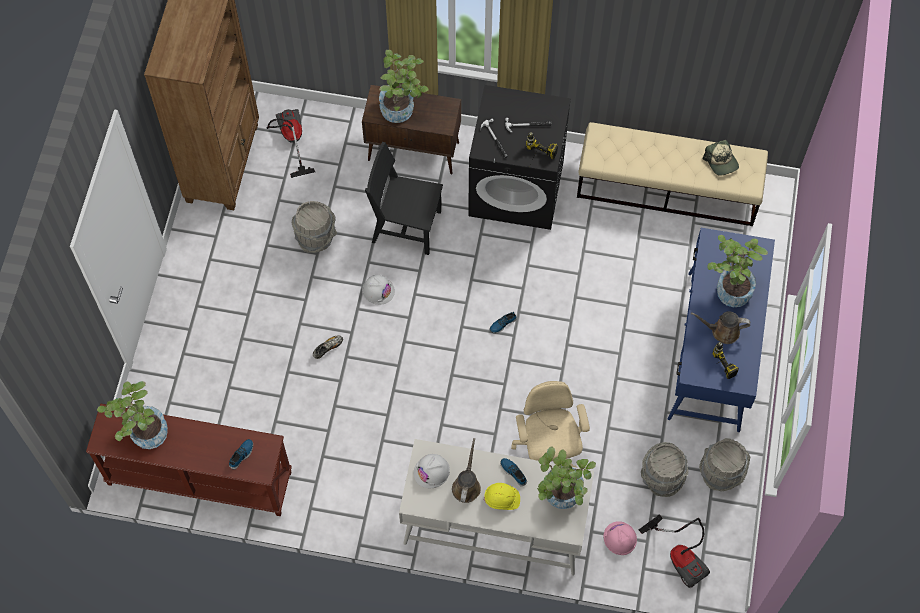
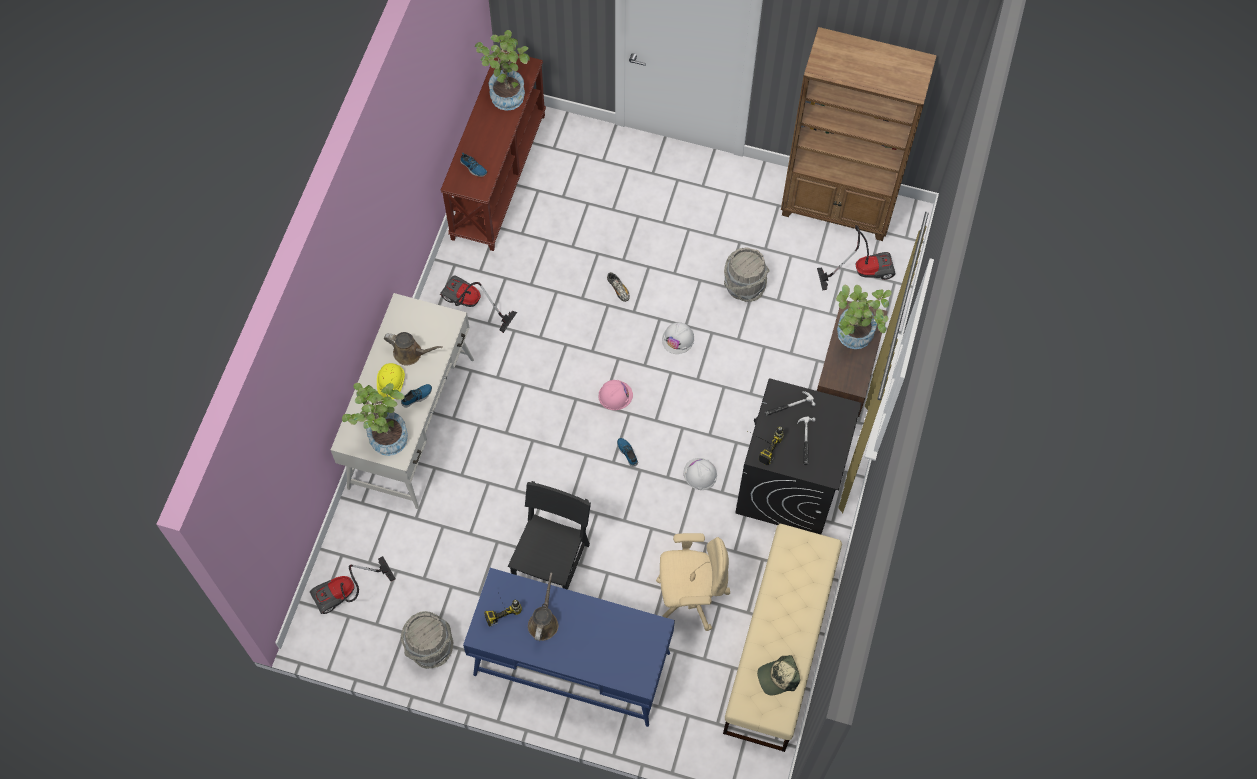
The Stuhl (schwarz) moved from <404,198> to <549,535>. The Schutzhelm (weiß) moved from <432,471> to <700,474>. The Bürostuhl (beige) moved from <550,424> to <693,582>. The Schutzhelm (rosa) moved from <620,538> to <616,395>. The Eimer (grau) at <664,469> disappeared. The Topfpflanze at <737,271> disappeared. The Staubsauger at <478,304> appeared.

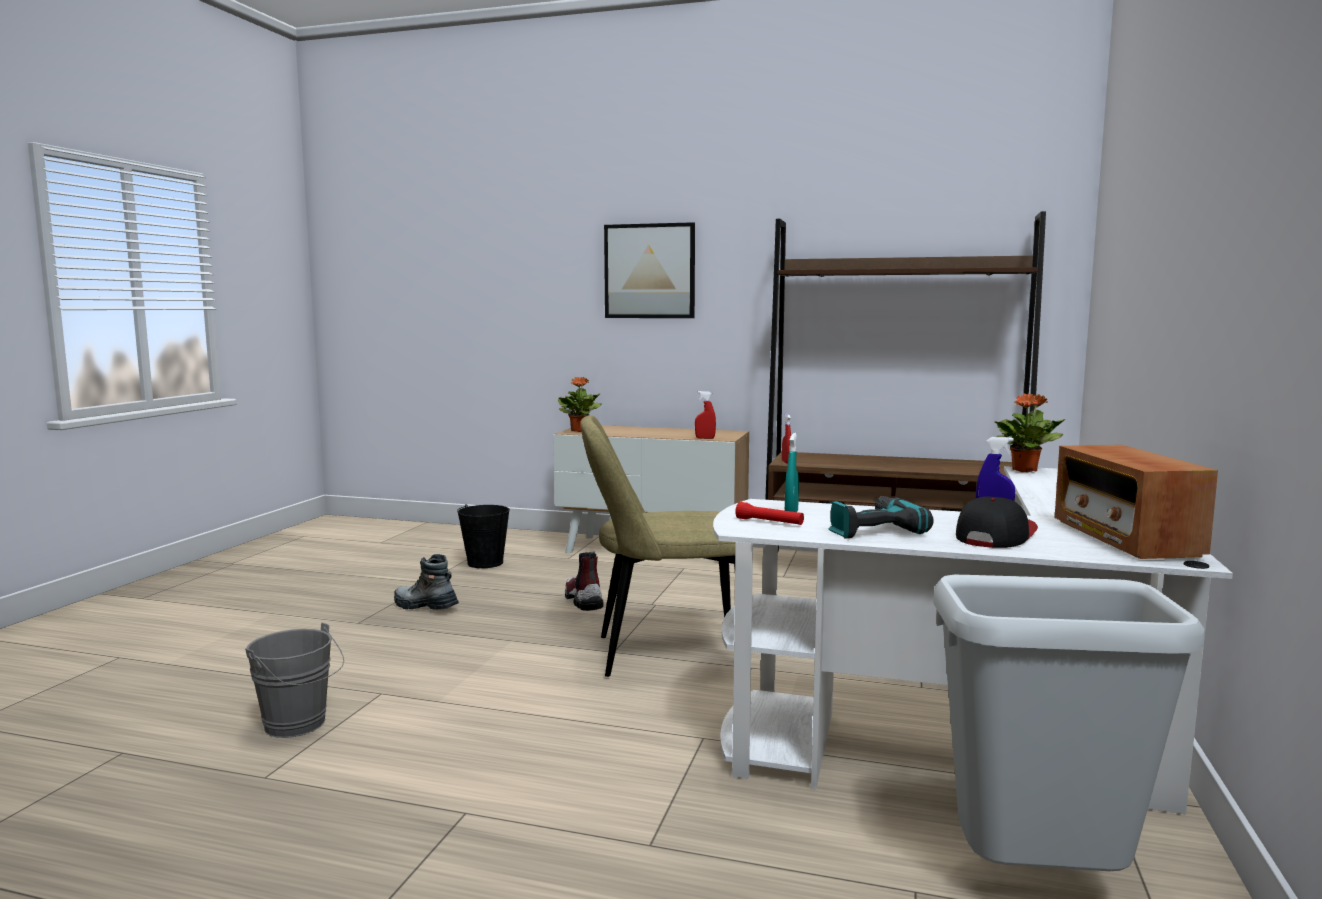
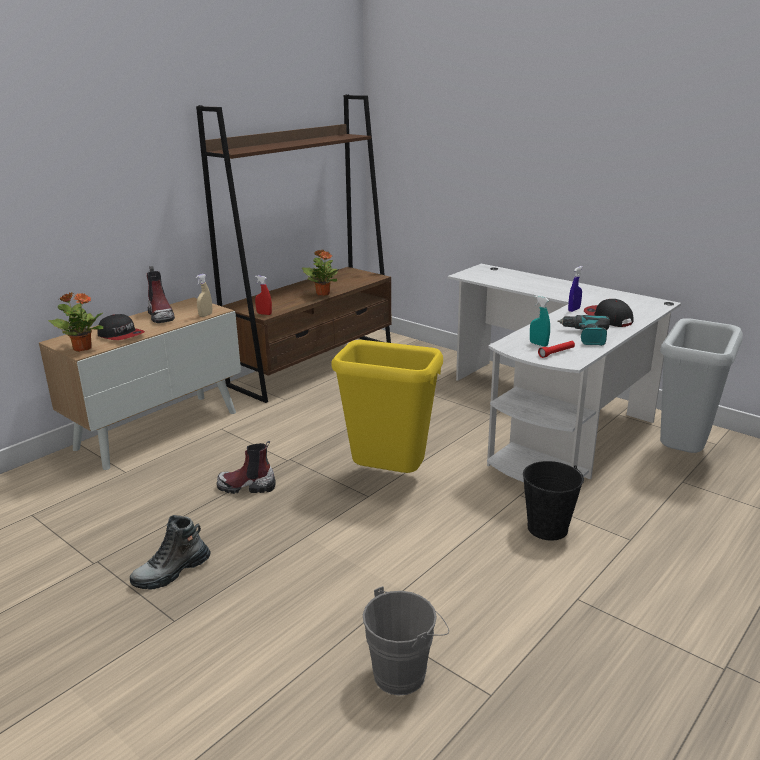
The Eimer (schwarz) moved from <483,536> to <553,501>. The Stuhl (beige) at <658,546> was replaced by the Mülleimer (gelb) at <387,406>. The Bild at <649,270> disappeared. The Sprühflasche (rot) at <705,415> became the Sprühflasche (beige) at <204,295>. The Topfpflanze moved from <1030,433> to <320,273>. The Radio at <1136,502> disappeared. The Kappe at <121,327> appeared. The Stiefel at <161,294> appeared.

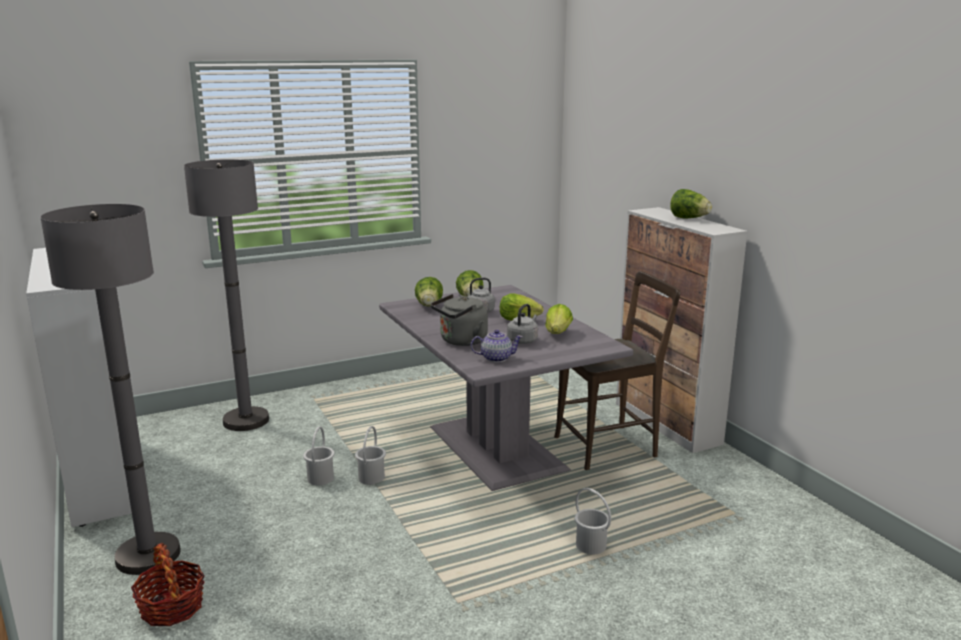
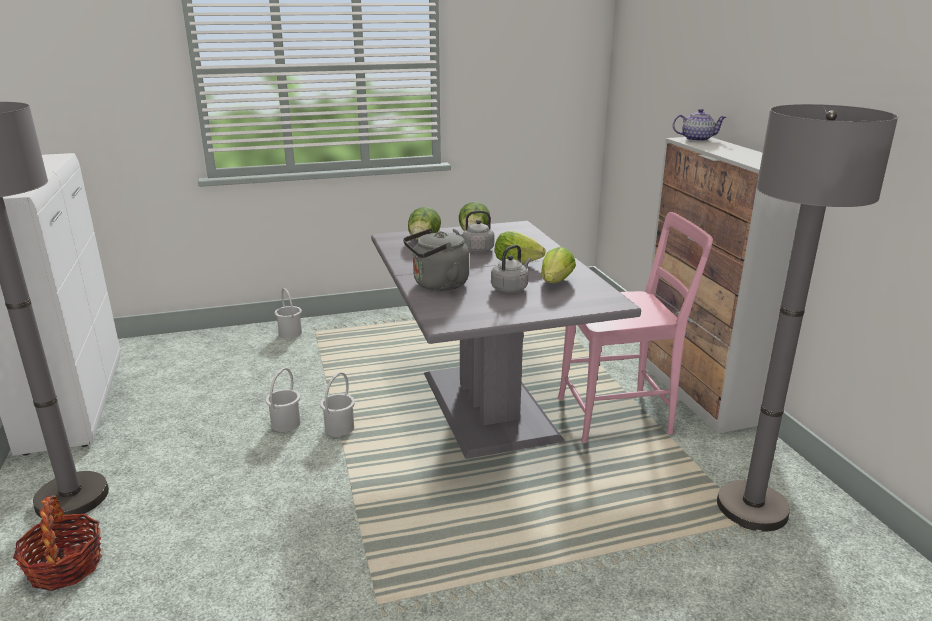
The Stehlampe (grau) moved from <226,295> to <807,318>. The Teekanne moved from <497,345> to <699,125>. The Stuhl (braun) at <617,370> became the Stuhl (rosa) at <635,327>. The Eimer (weiß) moved from <593,521> to <288,313>. The Salatkopf at <691,203> disappeared.

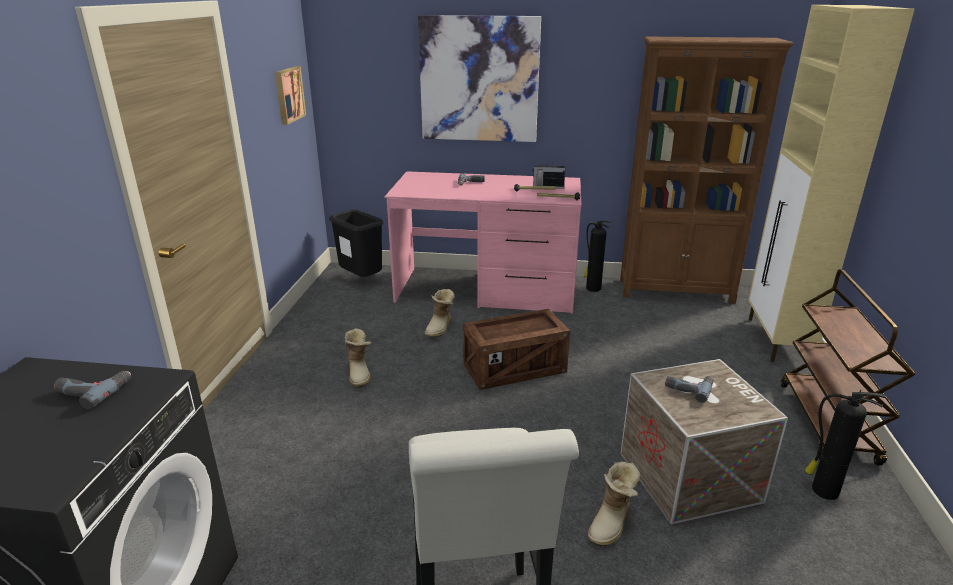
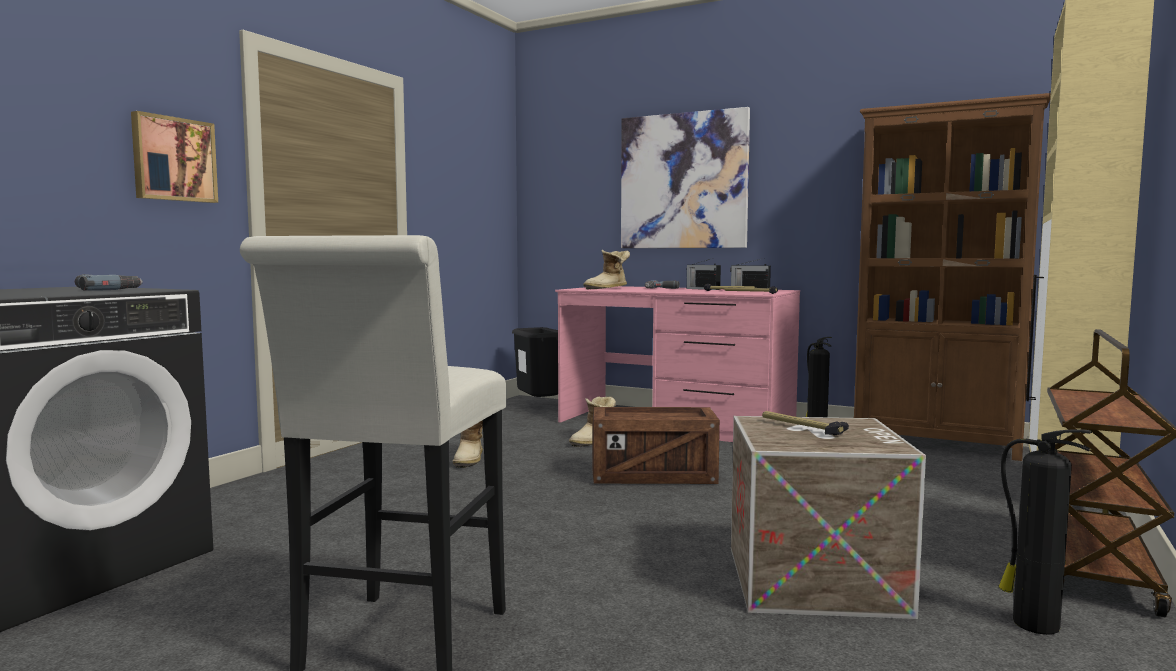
The Bild moved from <290,95> to <174,157>. The Stiefel moved from <614,504> to <606,270>. The Bohrmaschine at <689,389> was replaced by the Hammer at <805,423>. The Radio at <703,274> appeared.

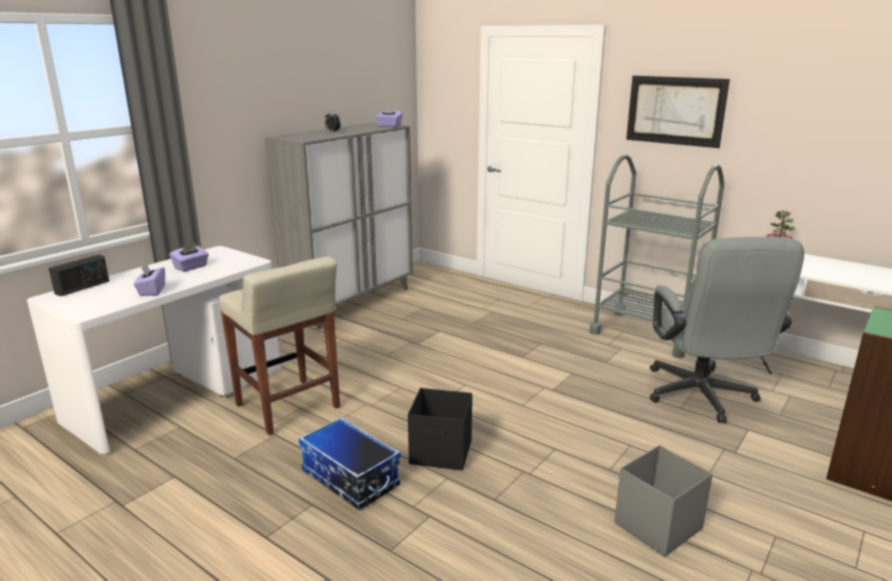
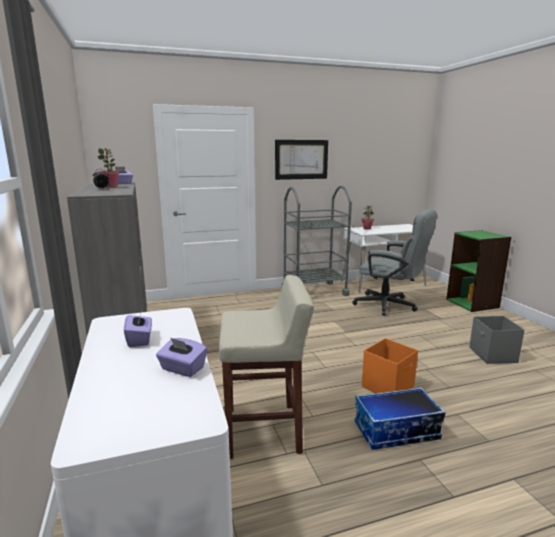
The Radio at <79,275> disappeared. The Aufbewahrungsbox (schwarz) at <440,429> became the Aufbewahrungsbox (orange) at <390,365>. The Topfpflanze at <109,168> appeared.

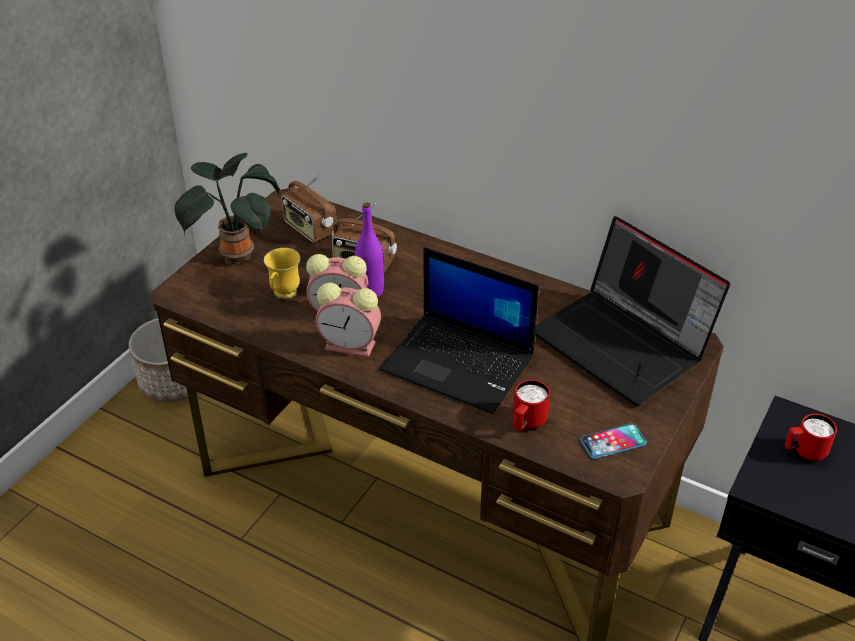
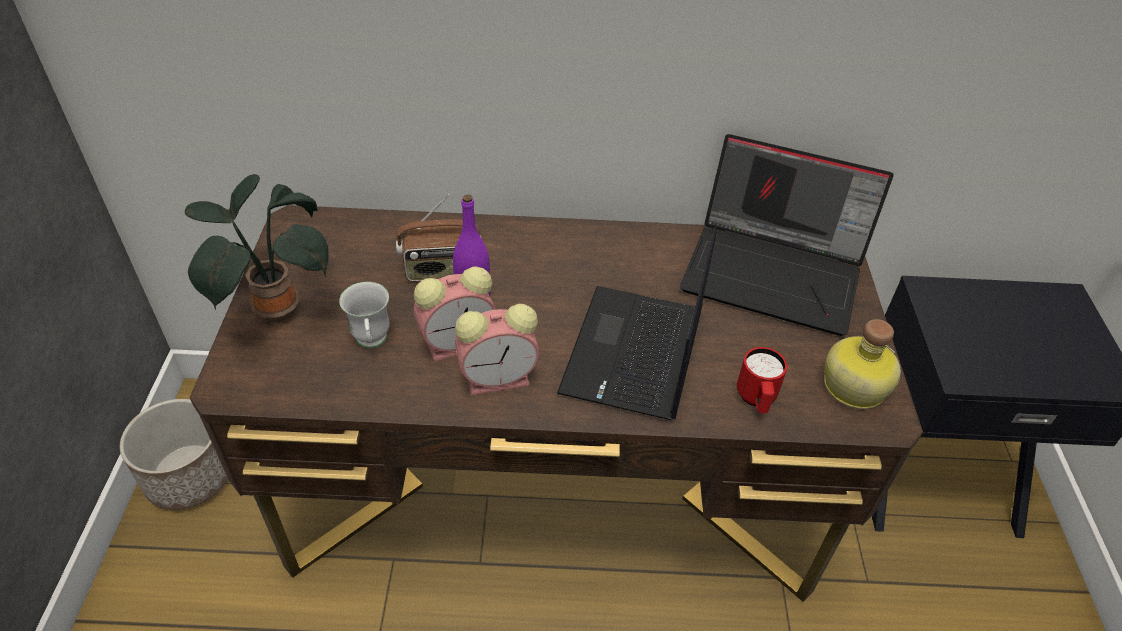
The Henkelbecher (gelb) at <282,273> became the Henkelbecher (weiß) at <364,315>. The Radio at <309,208> disappeared. The Laptop at <459,330> turned 105 degrees clockwise. The Handy at <613,441> was replaced by the Flasche at <862,364>. The Henkelbecher (rot) at <811,438> disappeared.

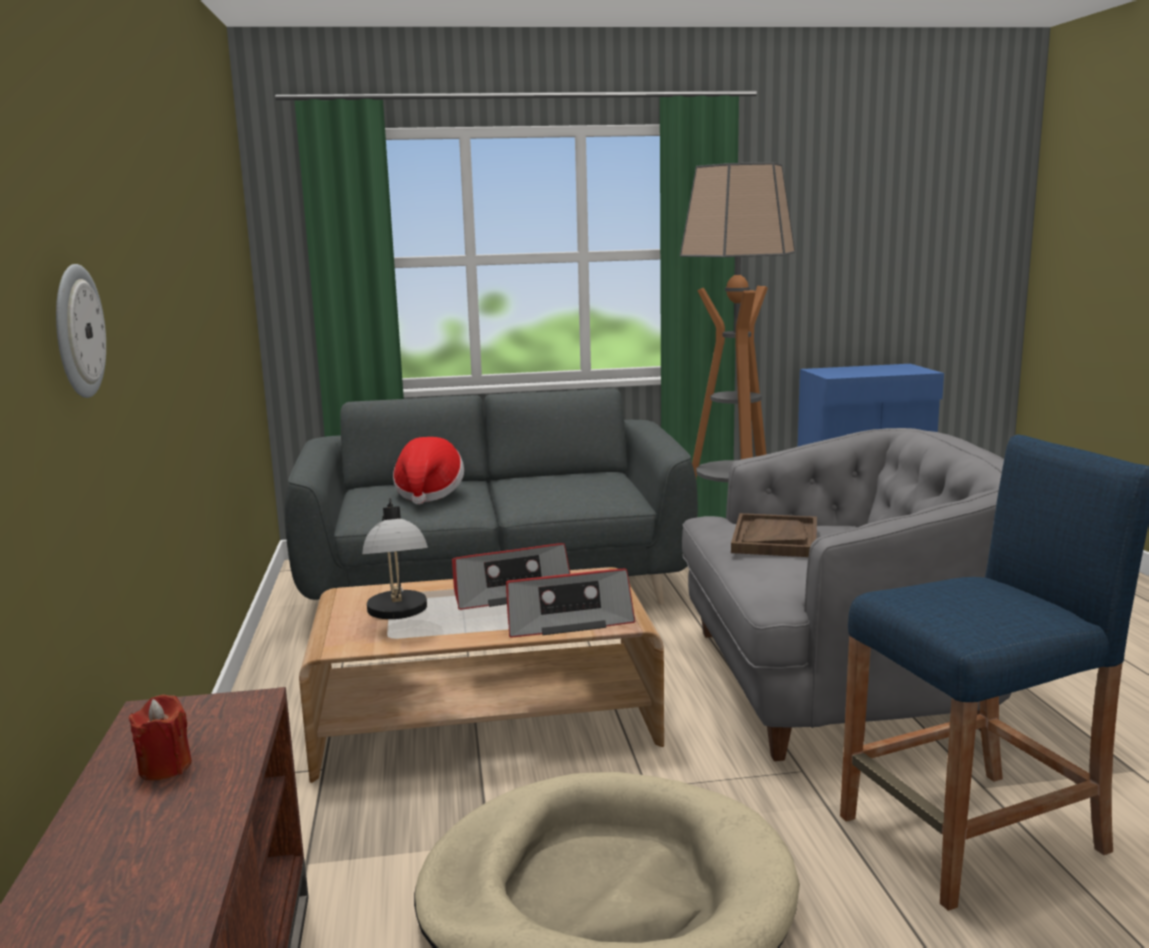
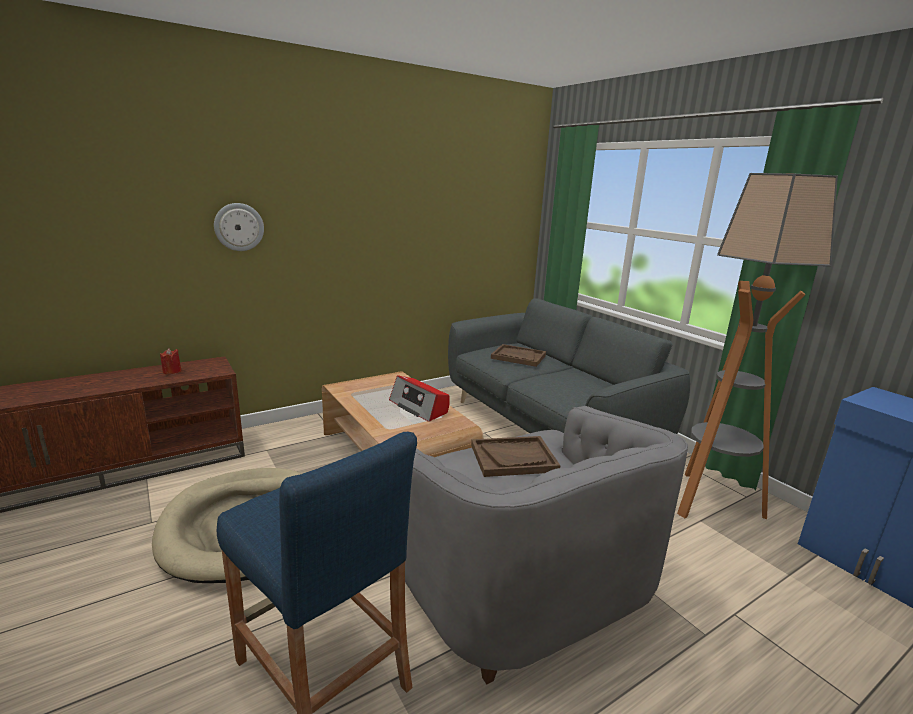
The Tischlampe at <395,558> disappeared. The Hut at <428,471> was replaced by the Tablett (braun) at <518,355>. The Radio at <570,603> disappeared.

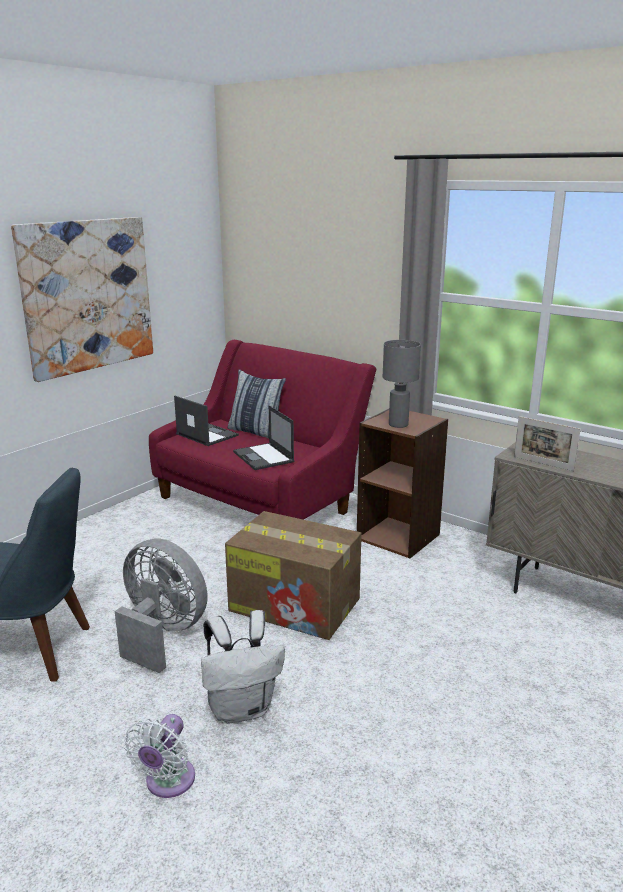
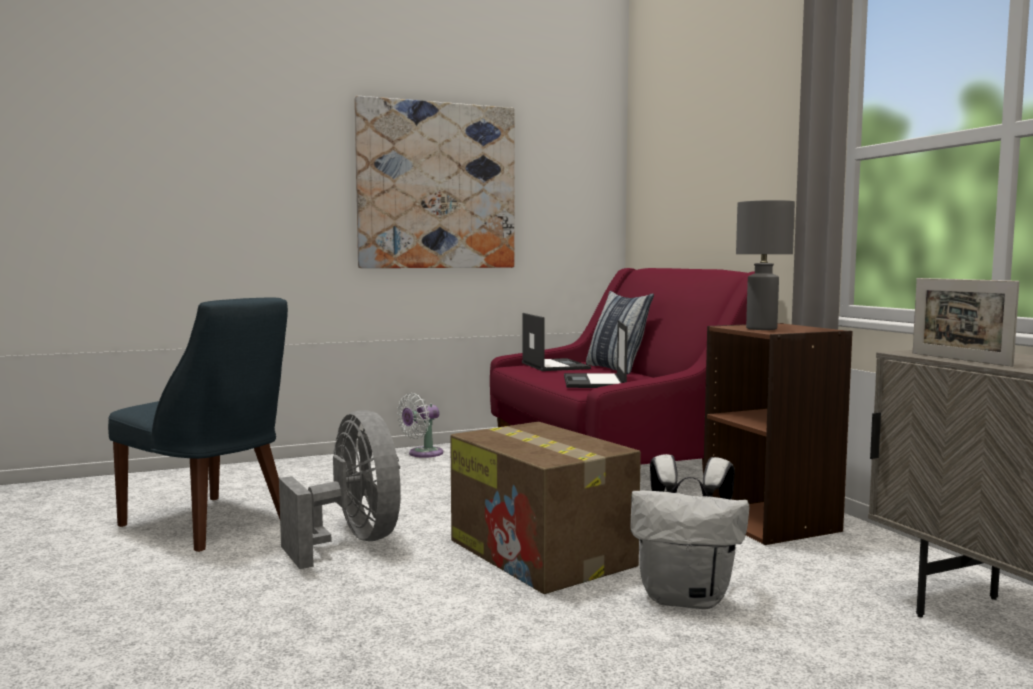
The Ventilator (weiß) moved from <159,756> to <420,425>. The Rucksack (weiß) moved from <243,667> to <689,531>.

